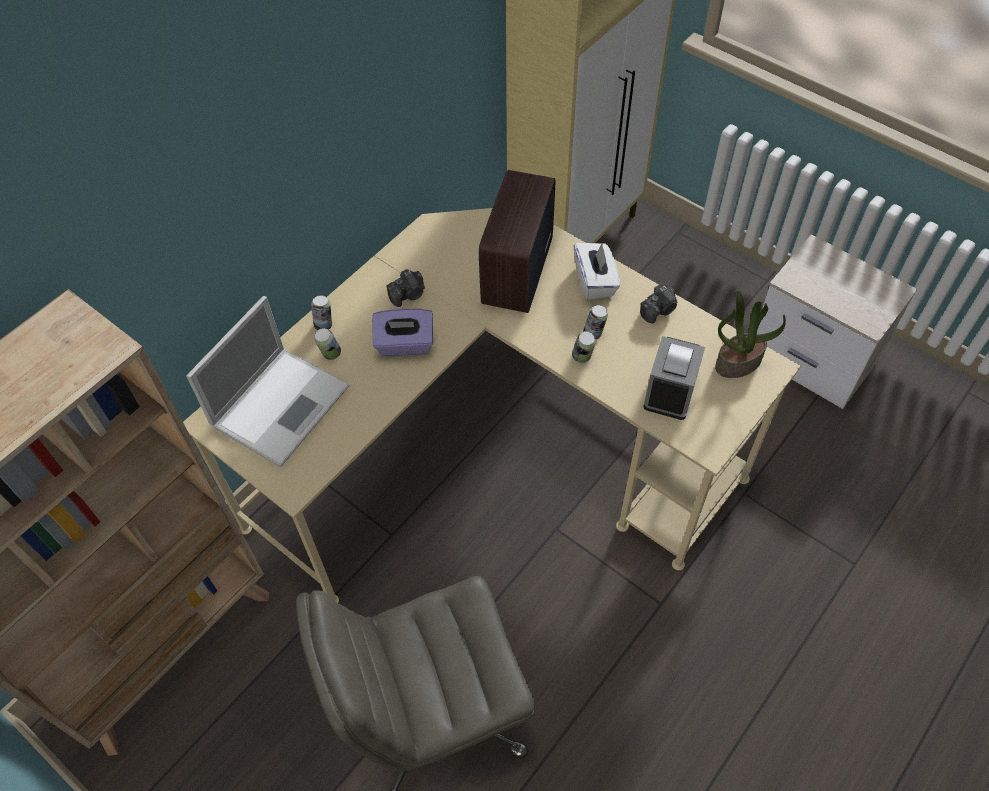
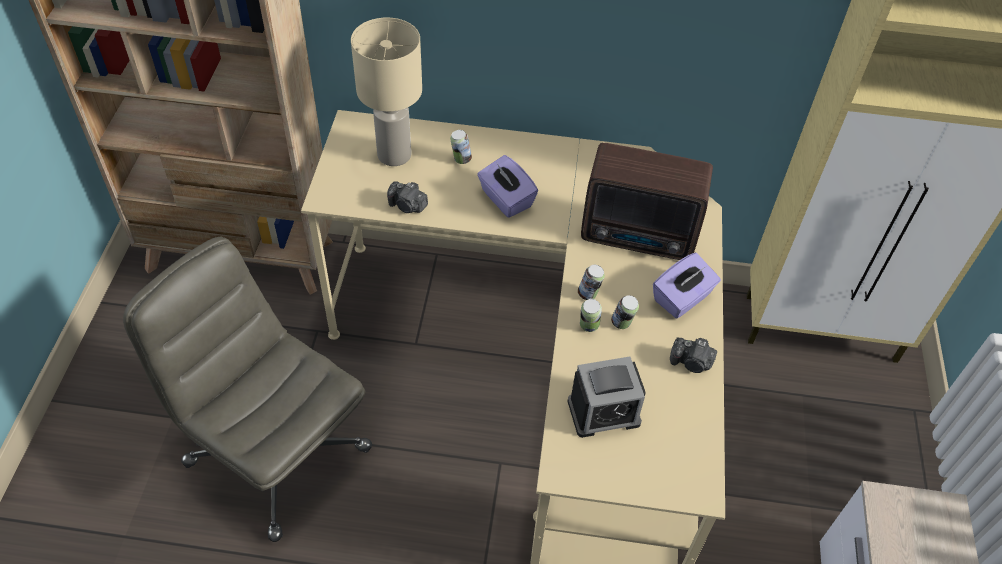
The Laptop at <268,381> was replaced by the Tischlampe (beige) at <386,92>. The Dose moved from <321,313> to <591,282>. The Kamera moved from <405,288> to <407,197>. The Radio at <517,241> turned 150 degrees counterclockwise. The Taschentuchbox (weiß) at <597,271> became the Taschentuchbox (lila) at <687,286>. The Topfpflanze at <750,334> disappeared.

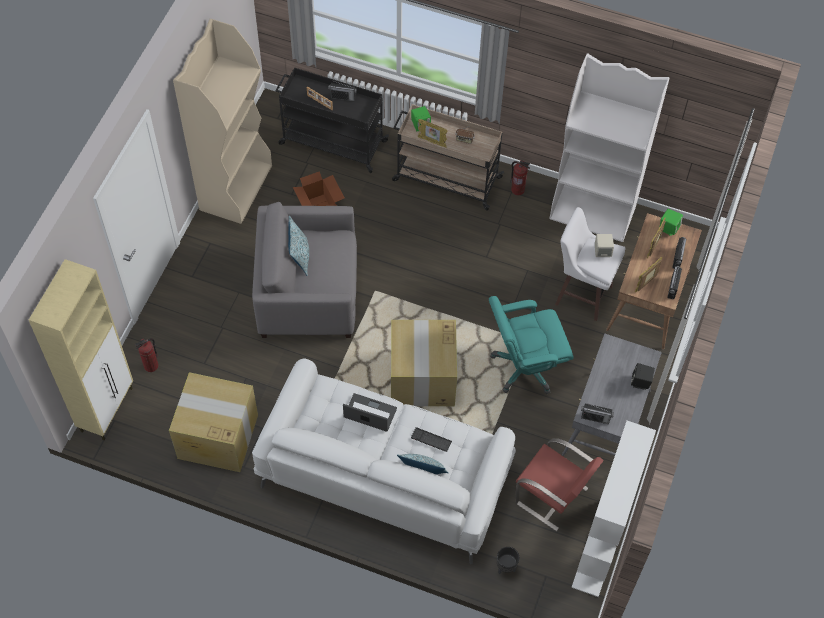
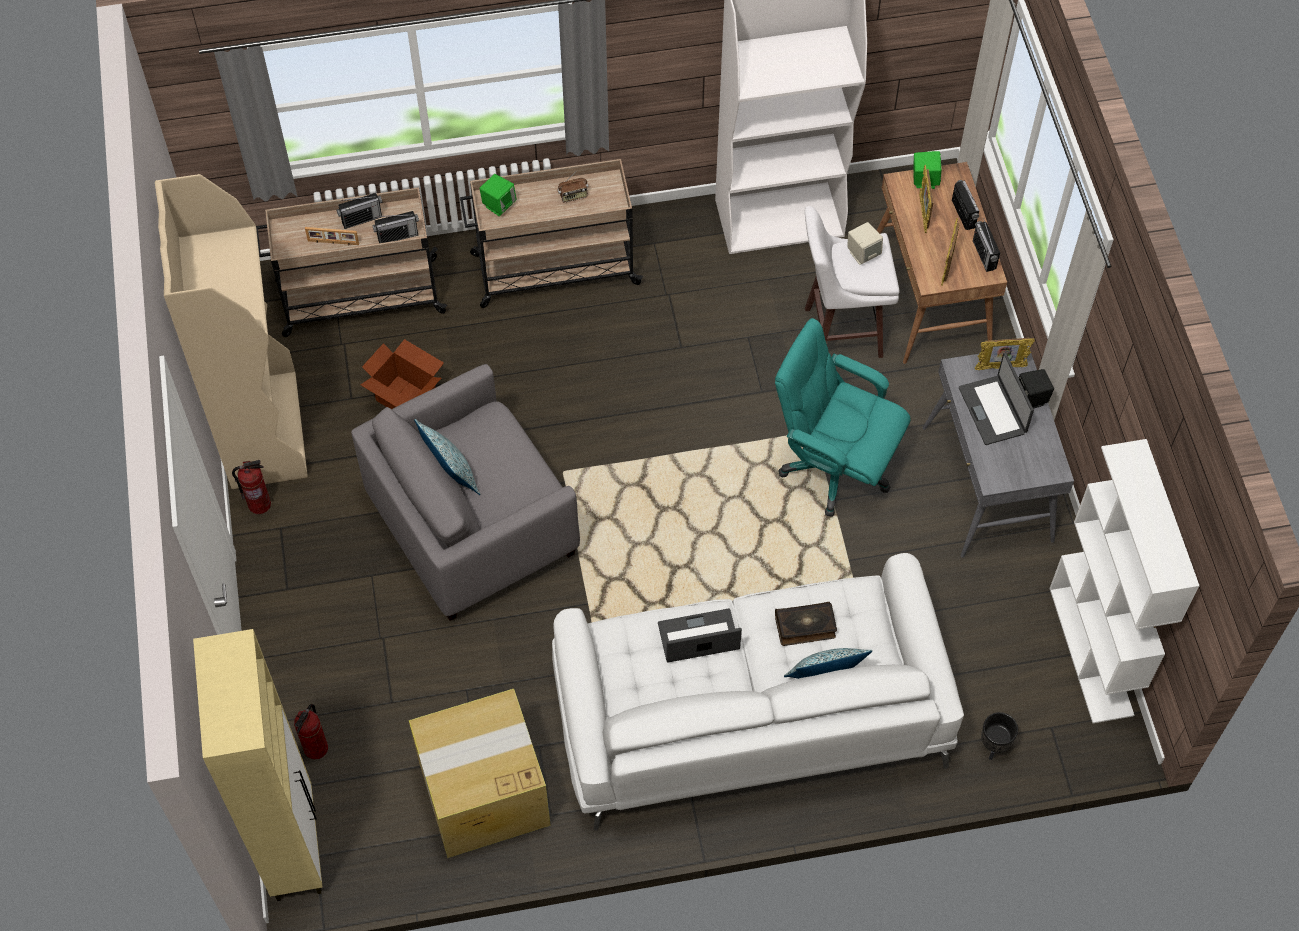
The Rollwagen (schwarz) at <332,120> became the Rollwagen (beige) at <351,262>. The Karton at <424,363> disappeared. The Tastatur at <431,439> was replaced by the Buch at <806,624>. The Bilderrahmen moved from <432,133> to <1005,354>. The Bürostuhl (türkis) at <531,345> turned 75 degrees clockwise. The Feuerlöscher moved from <520,177> to <251,487>. The Stuhl (rot) at <560,484> disappeared. The Radio moved from <597,413> to <395,227>. The Laptop at <996,399> appeared.

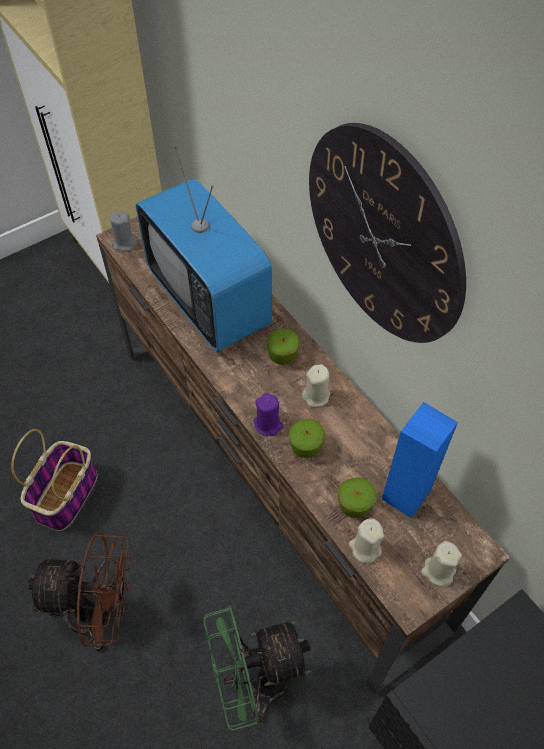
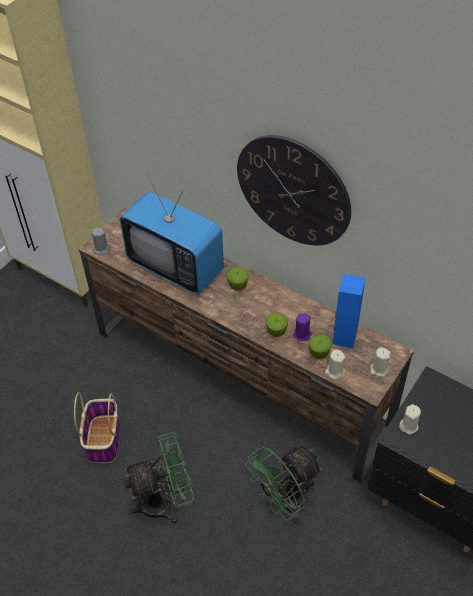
The Ventilator (braun) at <80,591> became the Ventilator (grün) at <158,478>. The Kerze (lila) moved from <269,414> to <302,327>. The Kerze (beige) moved from <316,385> to <410,419>.

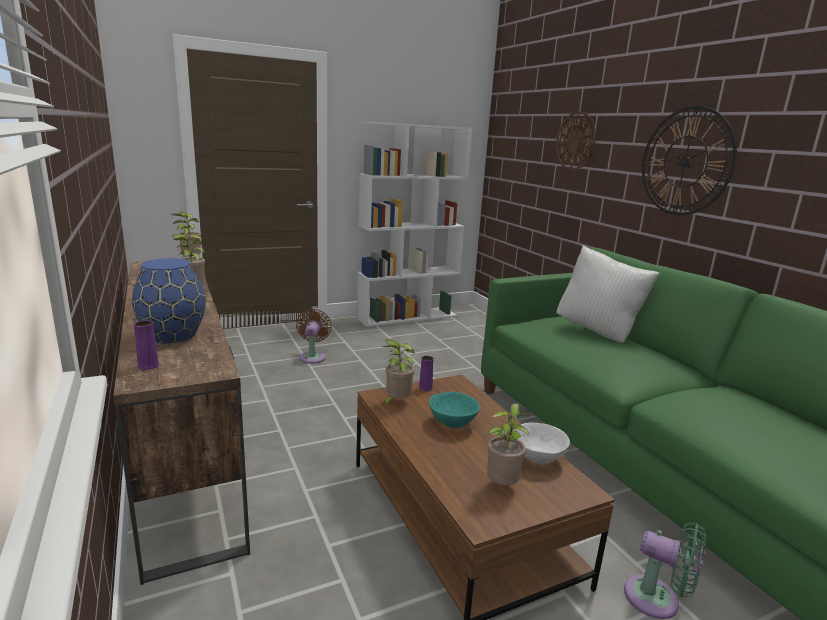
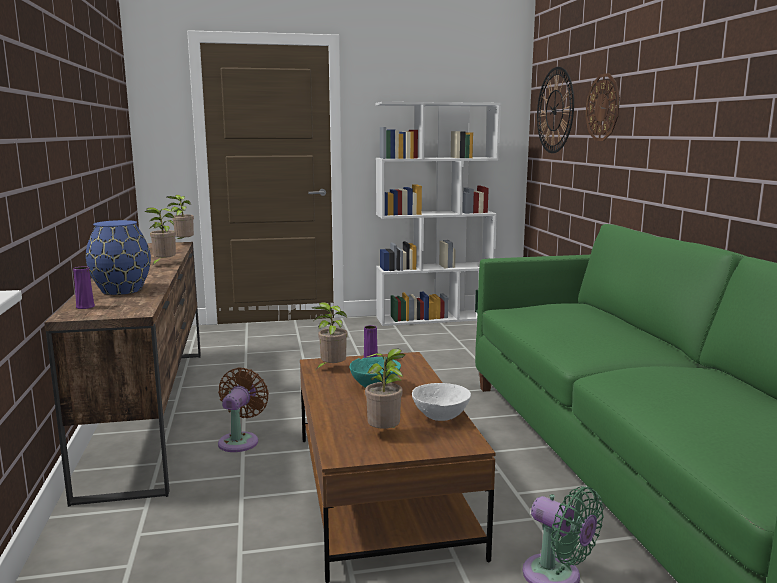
The Ventilator (braun) moved from <314,336> to <243,410>. The Kissen (weiß) at <608,294> disappeared. The Wanduhr moved from <689,160> to <555,110>.

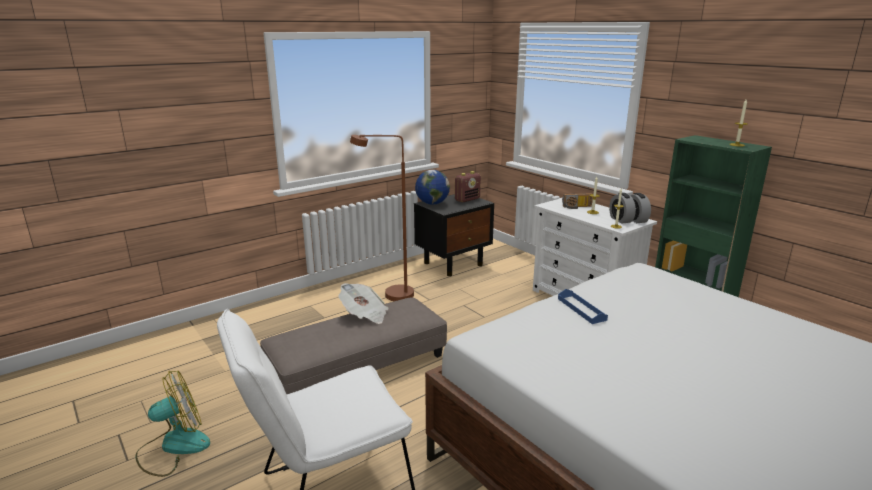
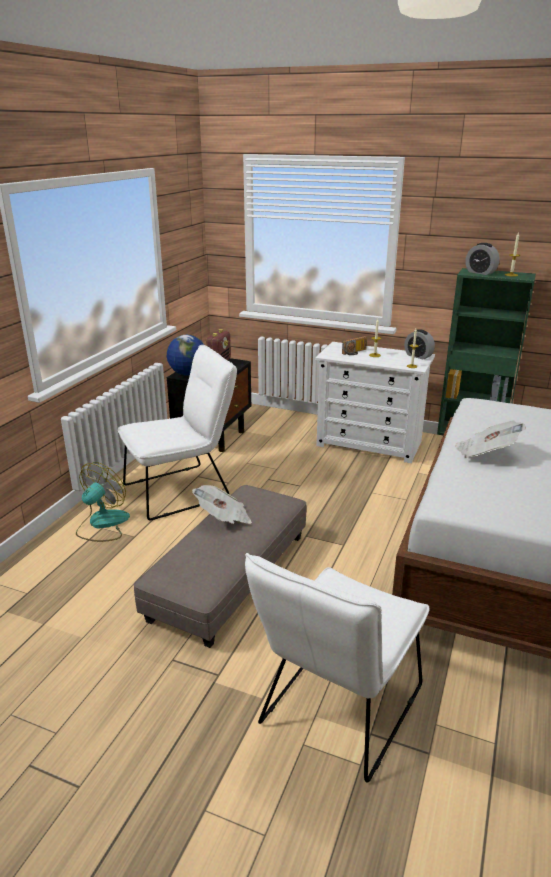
The Ventilator moved from <172,424> to <103,502>. The Stehlampe (braun) at <382,218> was replaced by the Stuhl (weiß) at <177,432>. The Tablett (blau) at <583,306> was replaced by the Zeitung at <490,439>. The Wecker moved from <622,208> to <482,259>.

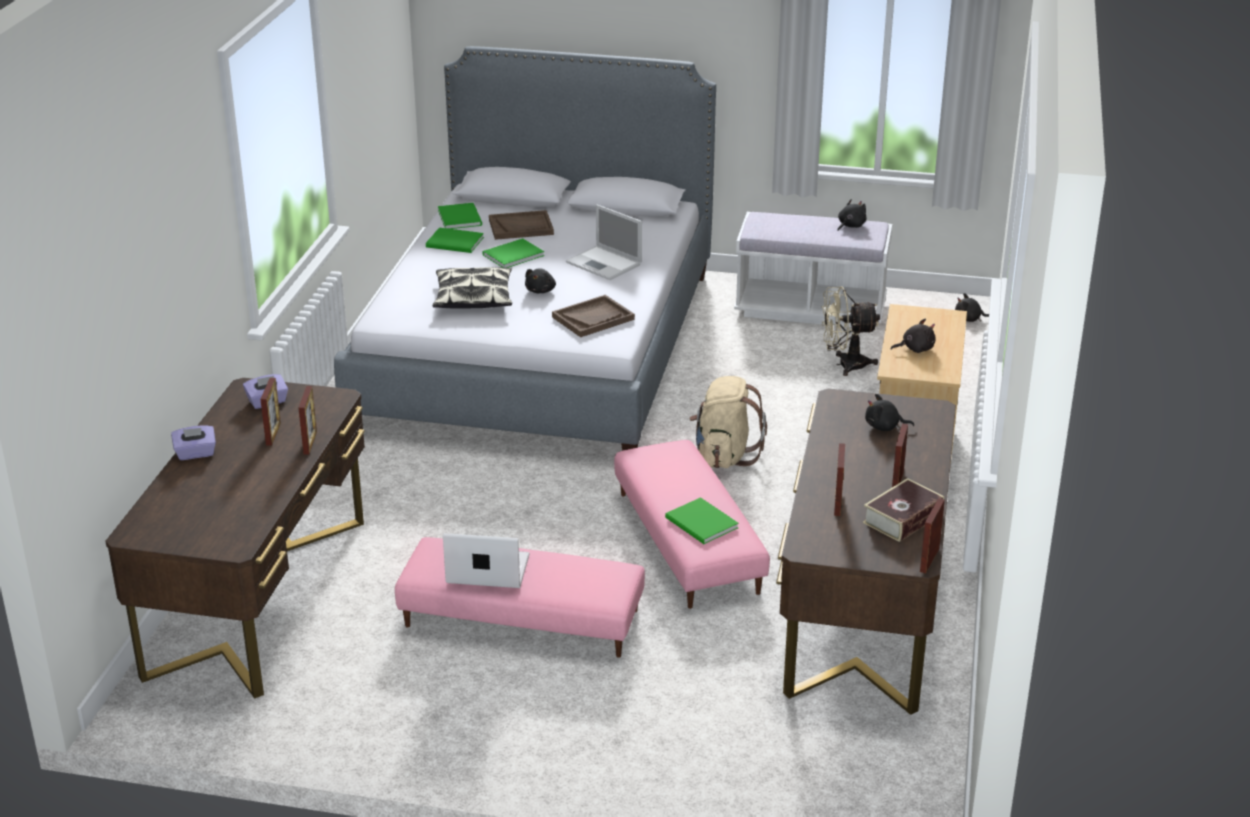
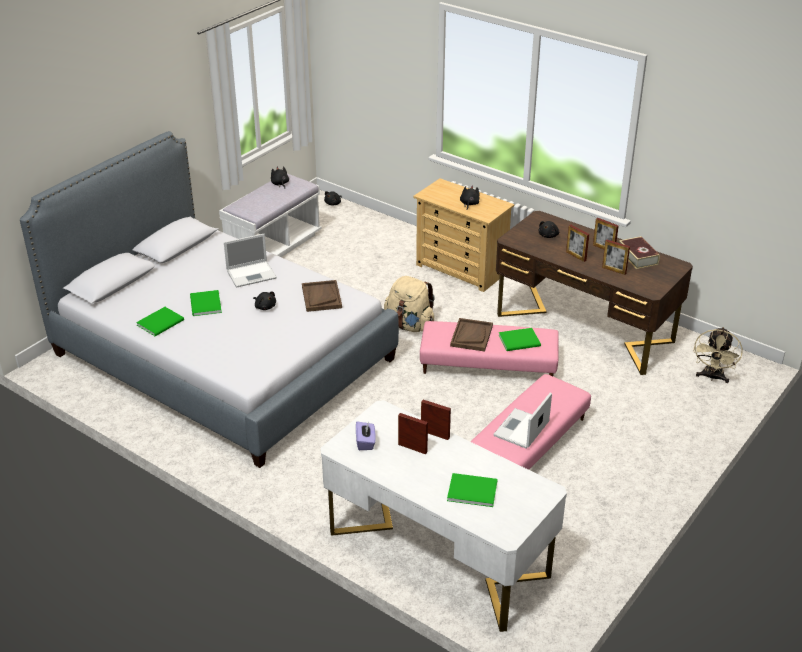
The Schreibtisch (braun) at <235,538> became the Schreibtisch (weiß) at <444,516>. The Taschentuchbox (lila) at <193,442> disappeared. The Kissen at <472,288> disappeared. The Buch (grün) moved from <460,216> to <472,490>. The Tablett (braun) moved from <521,225> to <471,335>. The Ventilator (beige) moved from <851,331> to <718,355>. The Bilderrahmen moved from <932,535> to <577,243>.

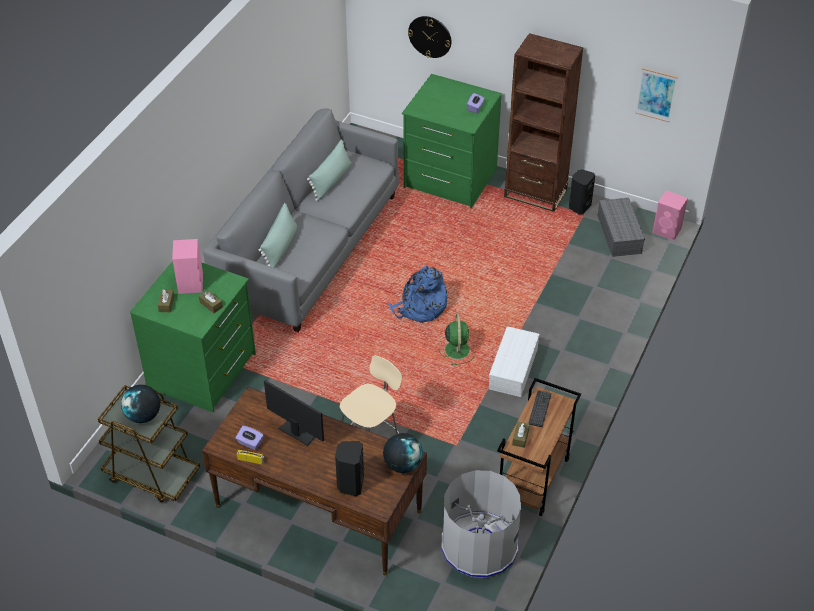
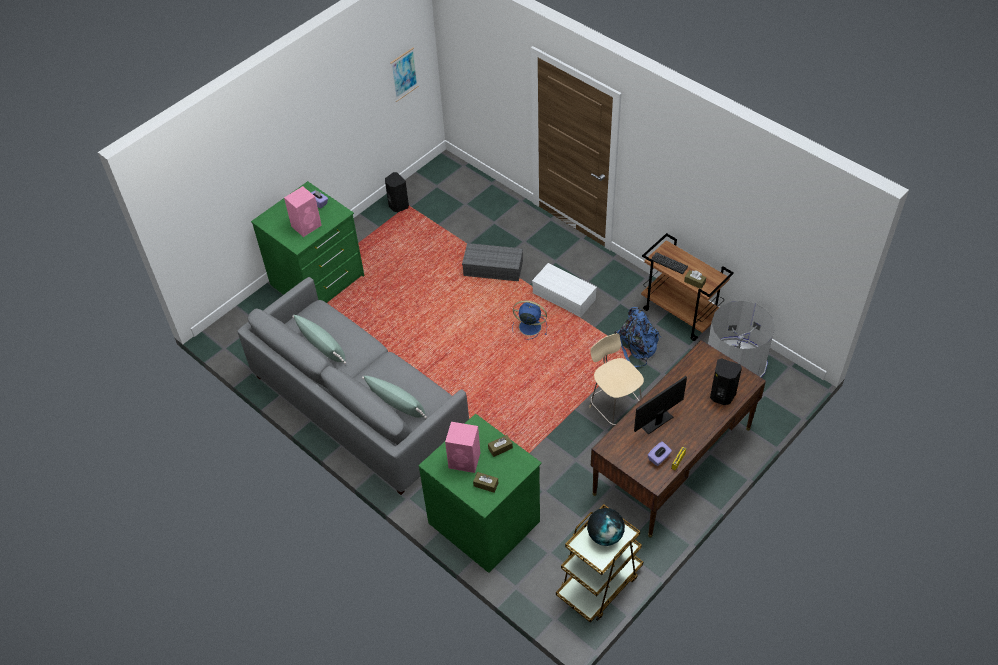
The Globus at <403,453> disappeared. The Rucksack (blau) moved from <418,294> to <638,337>. The Wanduhr at <429,37> disappeared. The Ventilator (grün) at <457,339> became the Ventilator (blau) at <529,320>. The Bücherregal (braun) at <544,122> disappeared. The Aufbewahrungsbox (grau) moved from <621,227> to <492,262>. The Lautsprecher (rosa) moved from <670,216> to <303,211>.

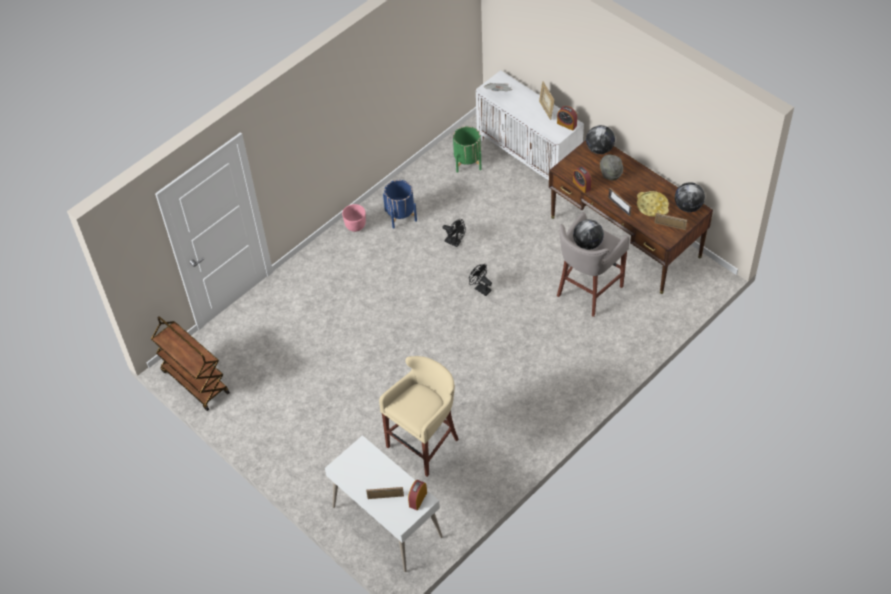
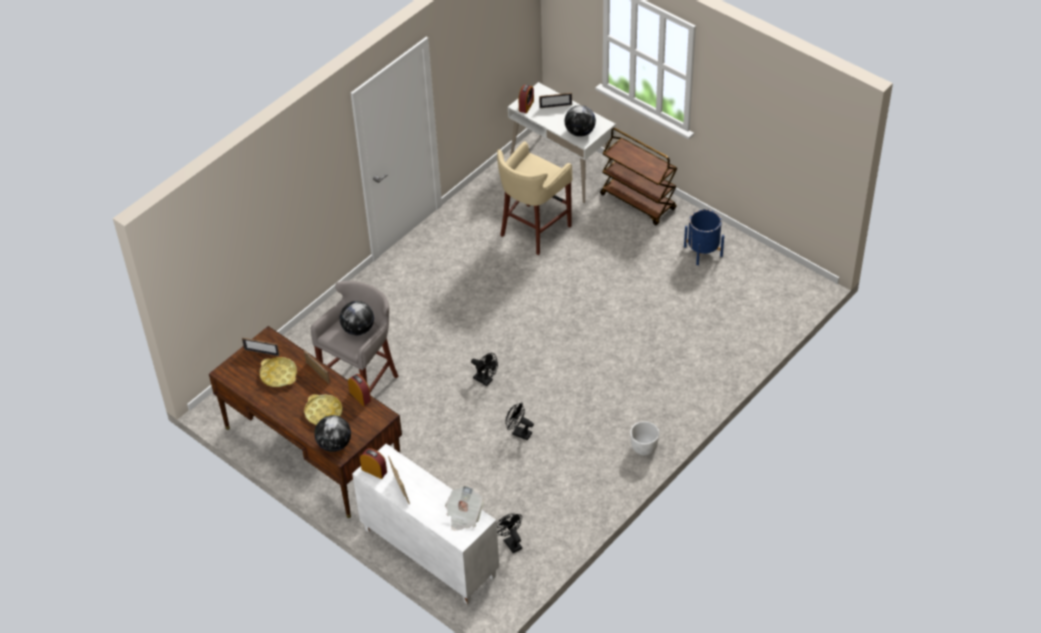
The Rollwagen (braun) moved from <190,363> to <638,176>. The Pflanzkübel (rosa) at <354,218> became the Pflanzkübel (weiß) at <644,438>. The Pflanzkübel (blau) moved from <400,204> to <704,237>. The Pflanzkübel (grün) at <467,149> was replaced by the Ventilator (schwarz) at <509,533>. The Hut (grau) at <611,168> was replaced by the Tablett (gelb) at <323,409>. The Globus moved from <690,197> to <580,121>.

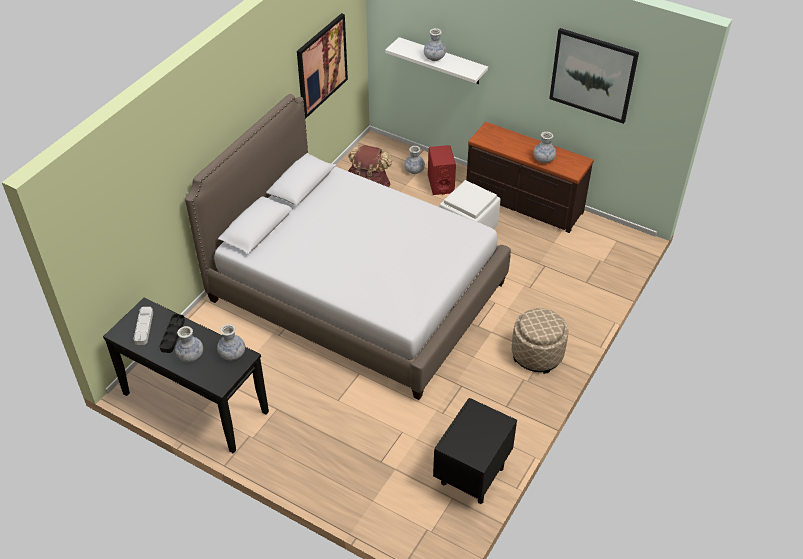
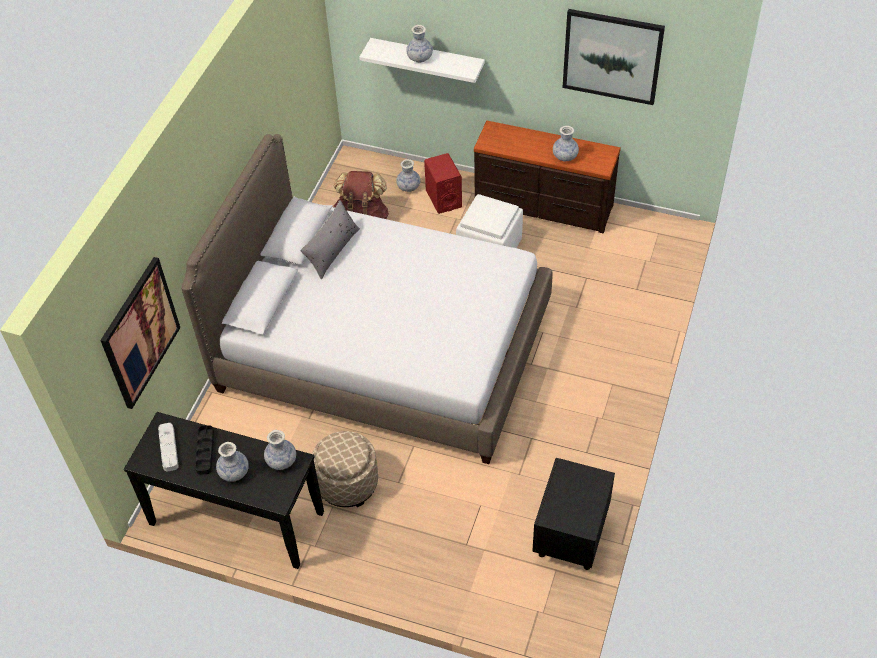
The Bild moved from <322,66> to <140,333>. The Polsterhocker (beige) moved from <540,341> to <345,469>. The Kissen (grau) at <330,240> appeared.

